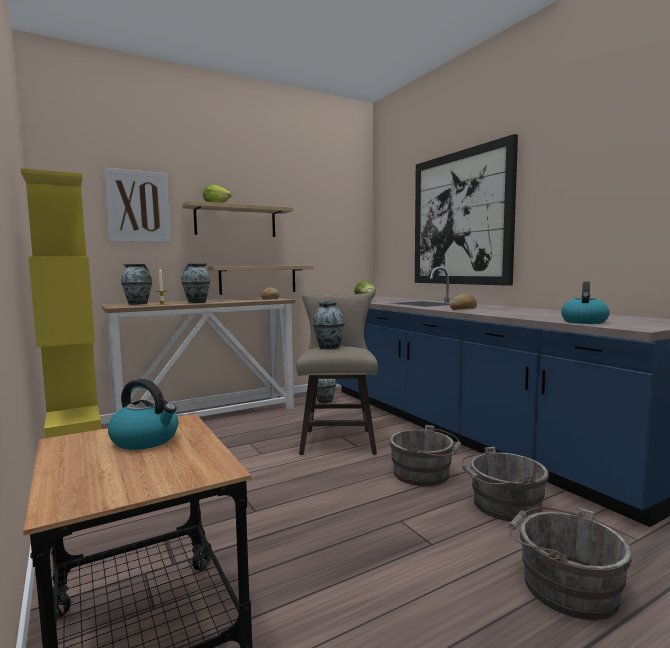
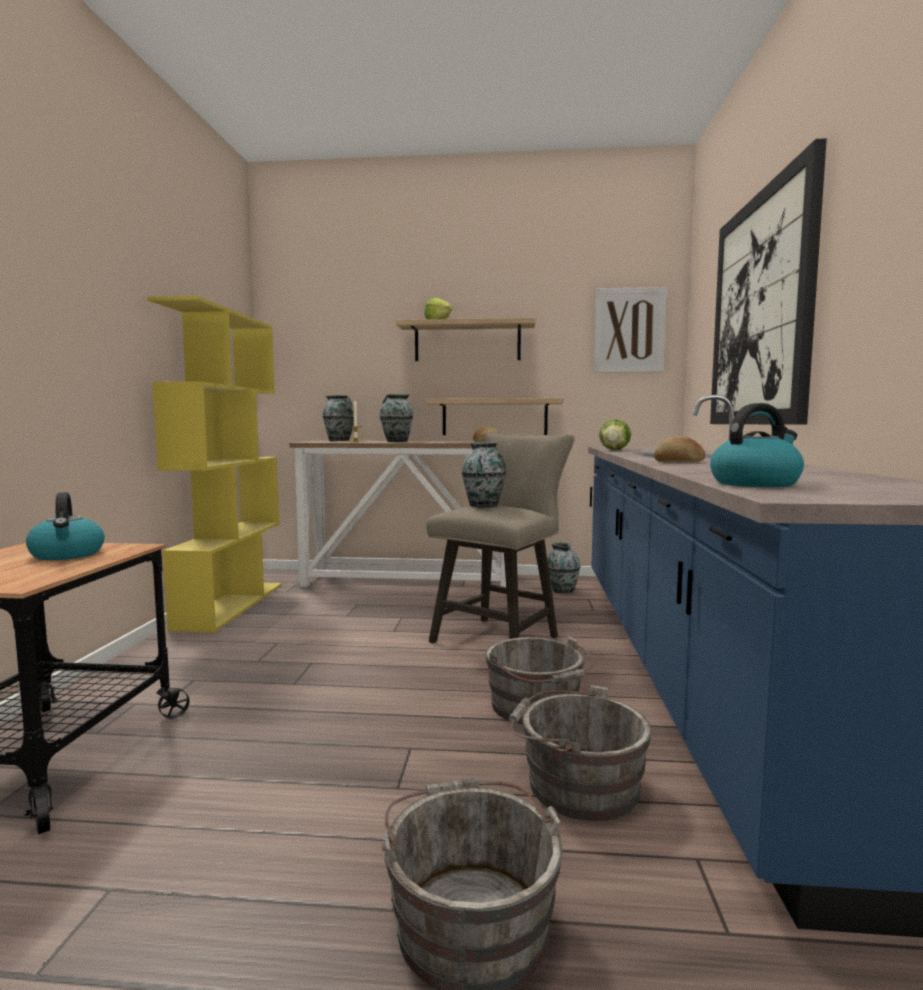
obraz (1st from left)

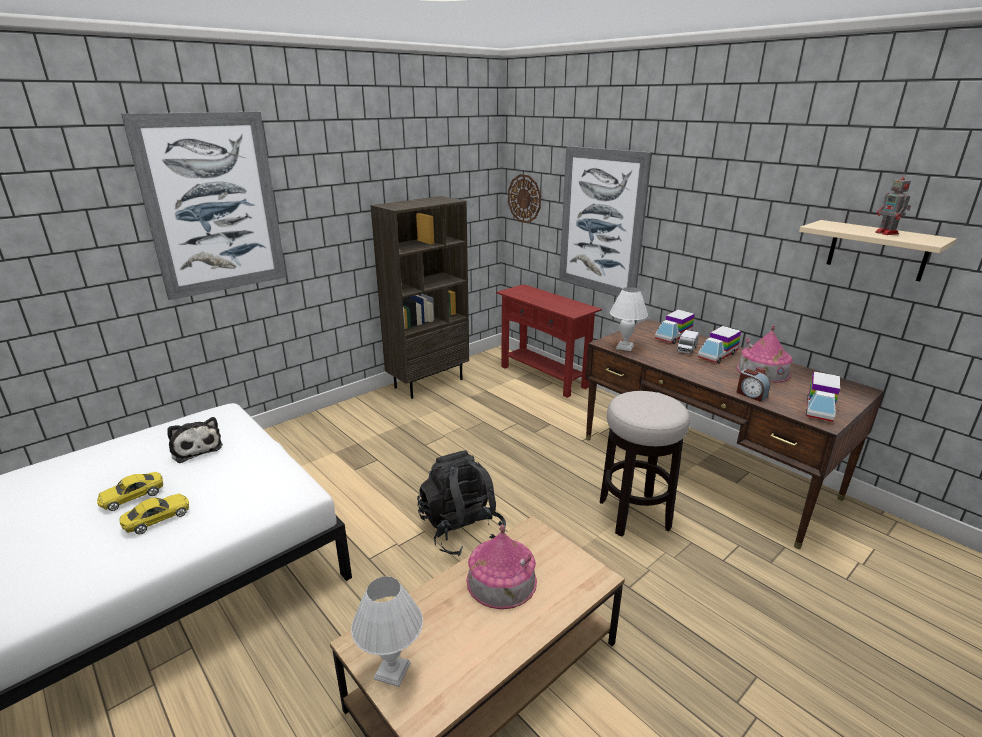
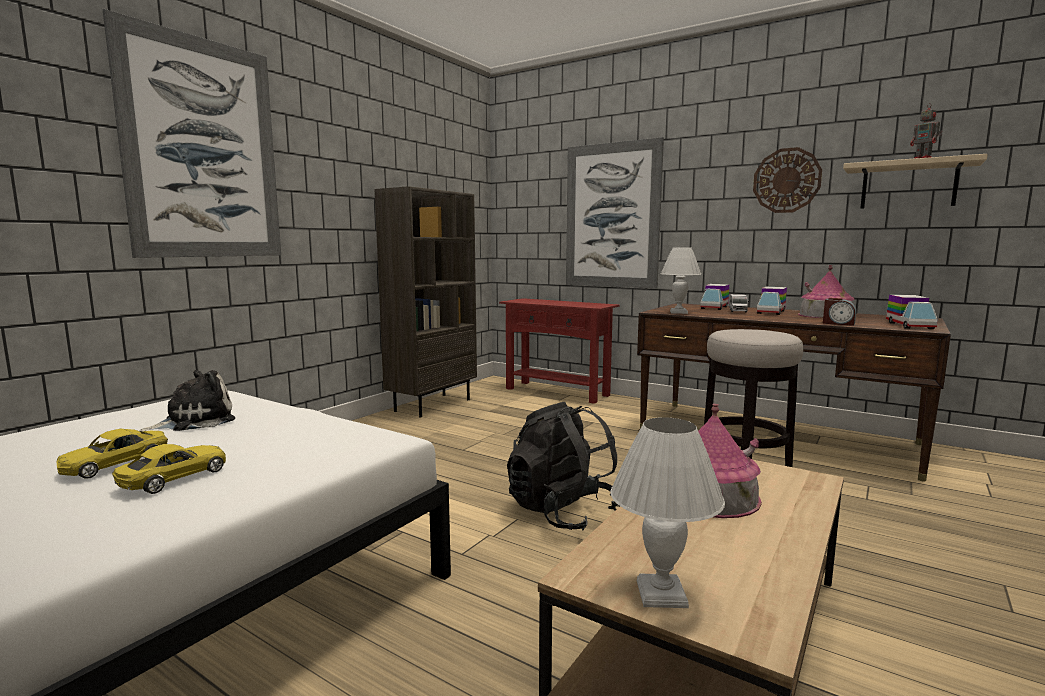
zegar ścienny; pluszak

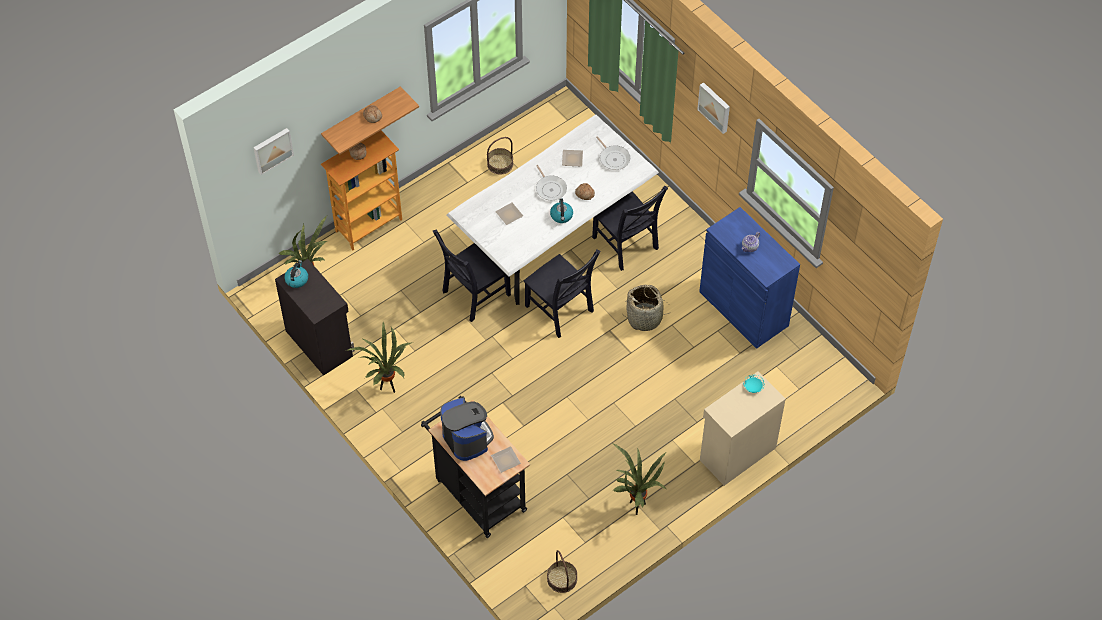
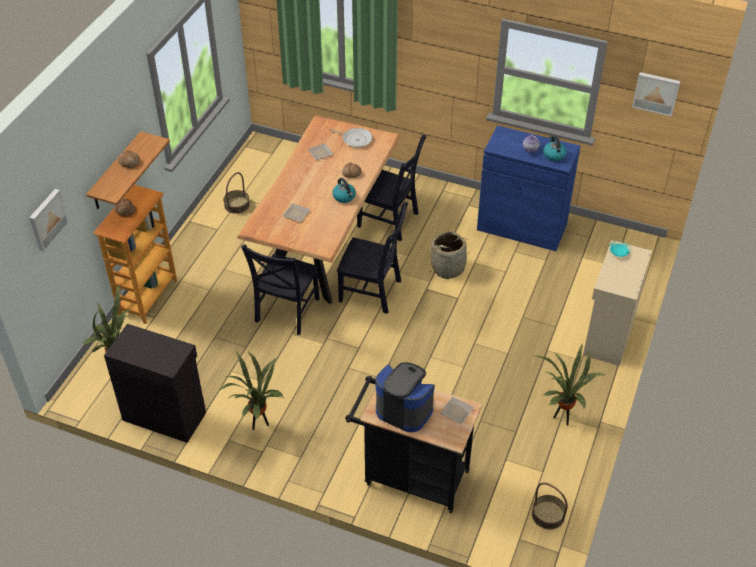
obraz (2nd from left); stół jadalny (brązowy); patelnia (1st from left in the first image); czajnik (2nd from left)

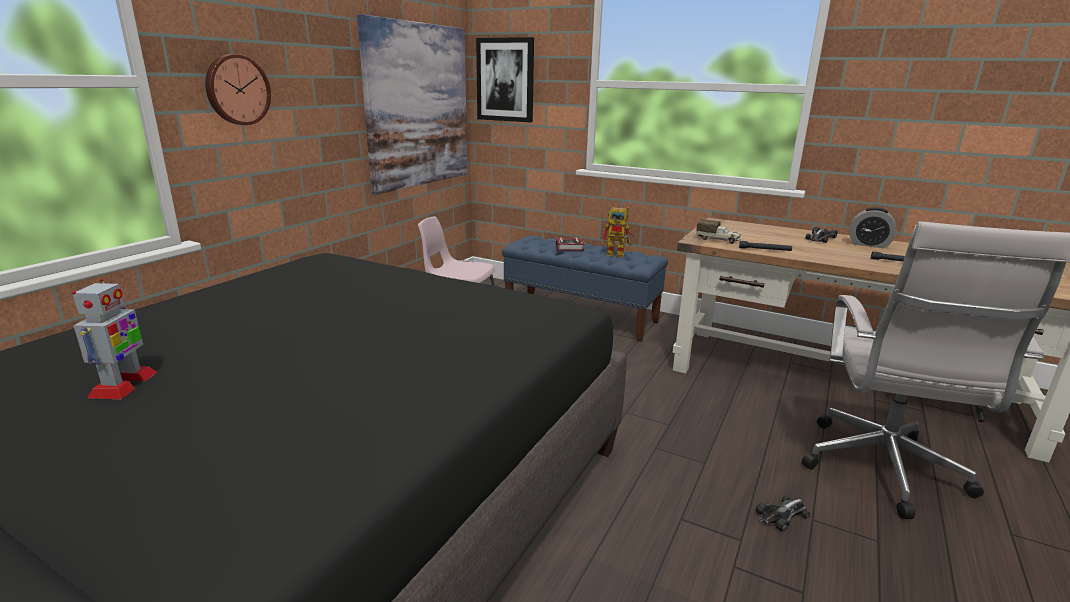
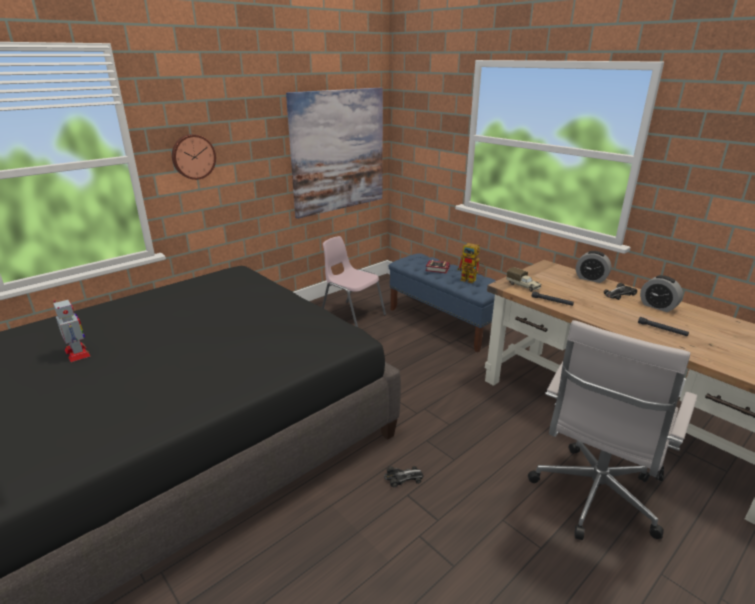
obraz (2nd from left in the first image); robot zabawkowy (1st from left); samochodzik (1st from left); budzik (1st from left)

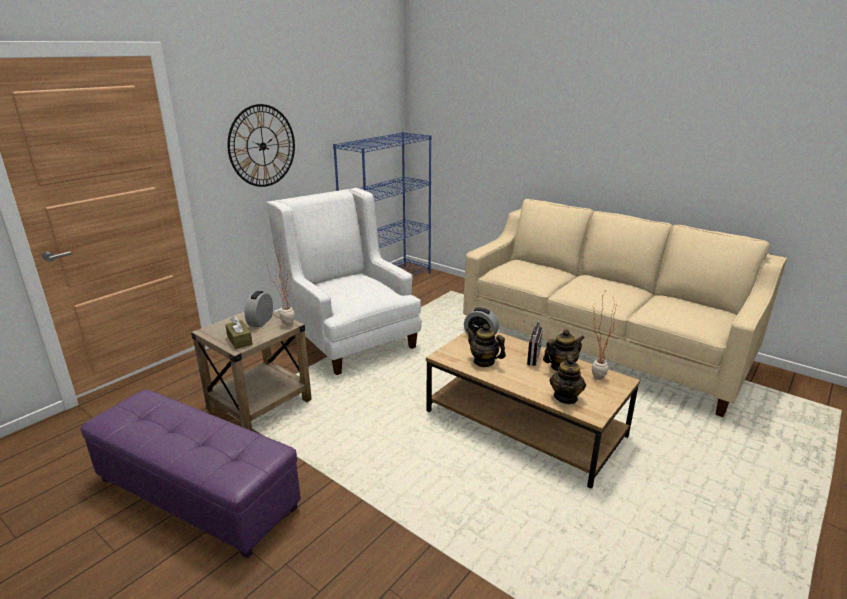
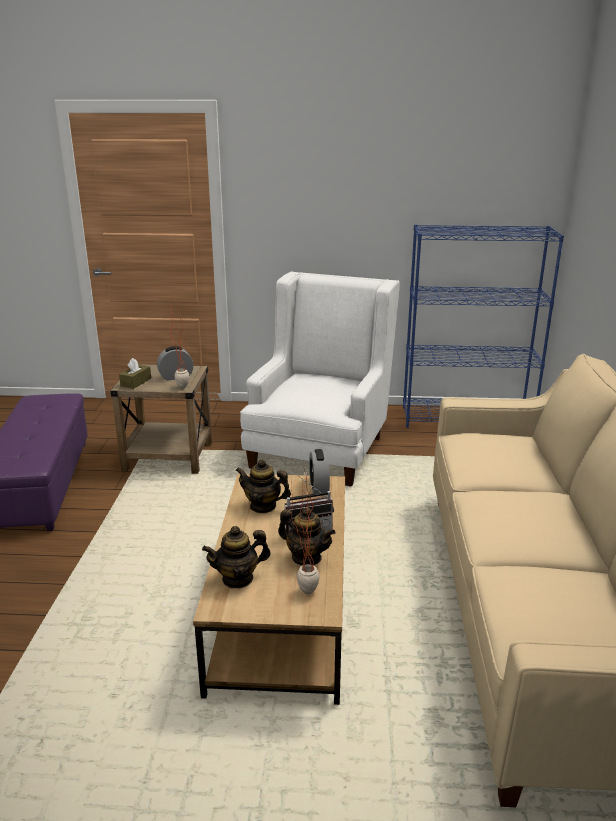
zegar ścienny; imbryk (2nd from left)

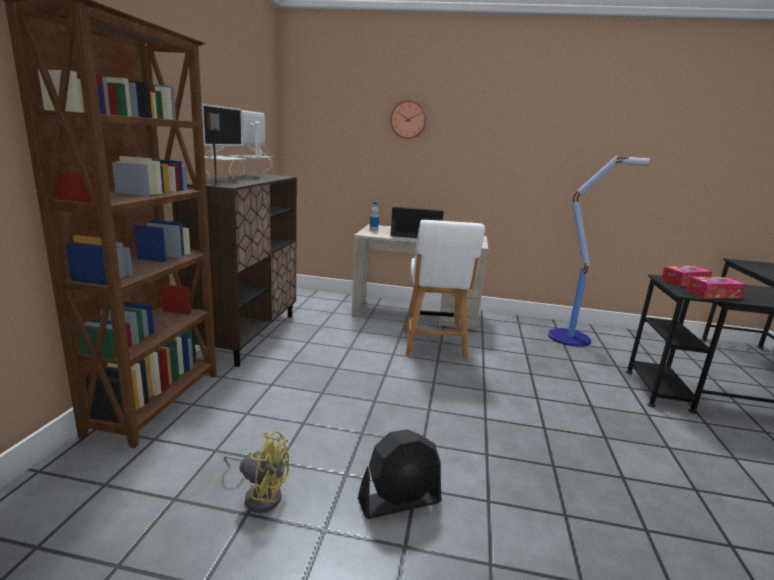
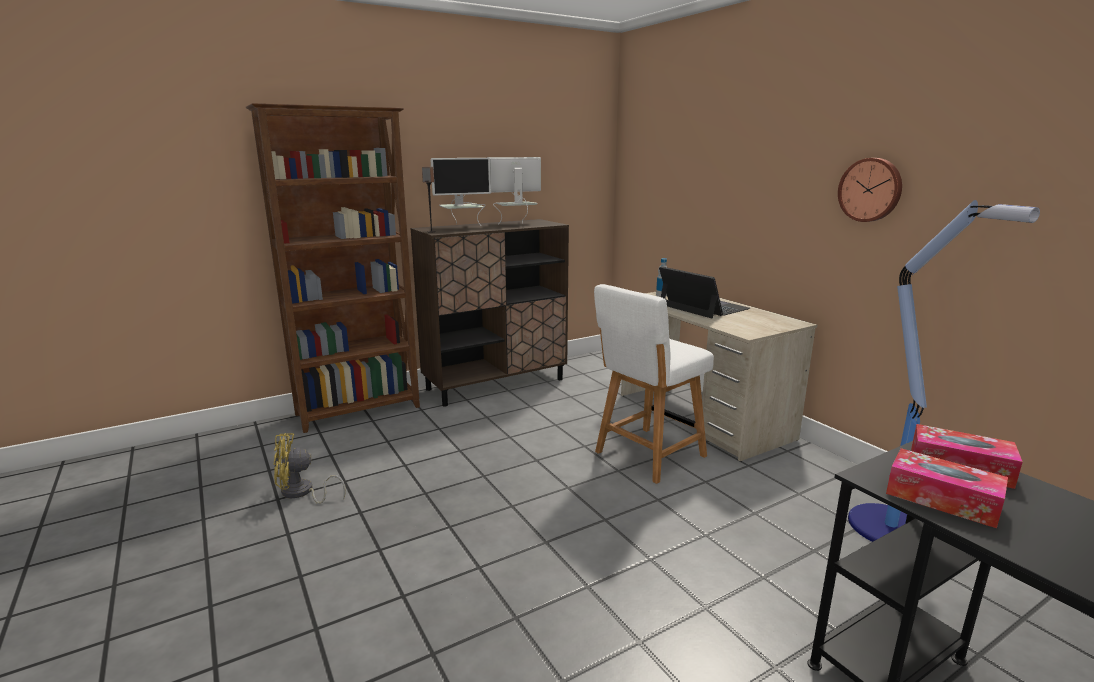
zegar ścienny; wentylator (czarny); wentylator (żółty)

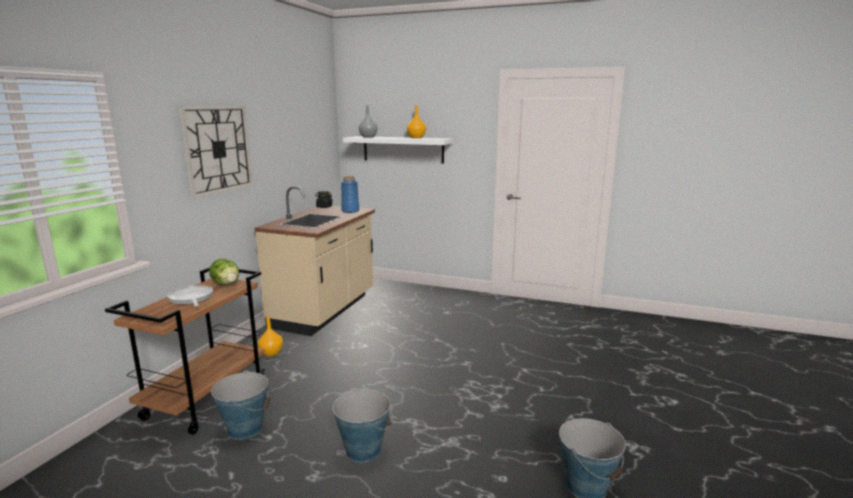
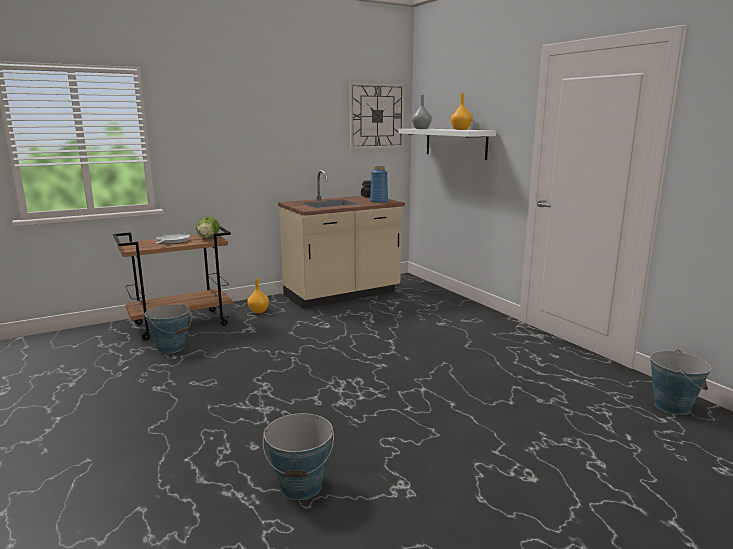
zegar ścienny; wiadro (3rd from left)

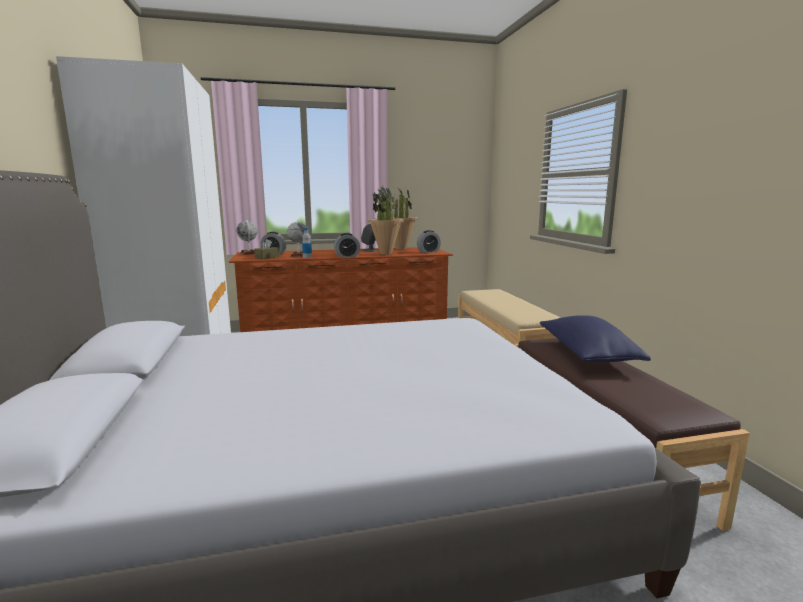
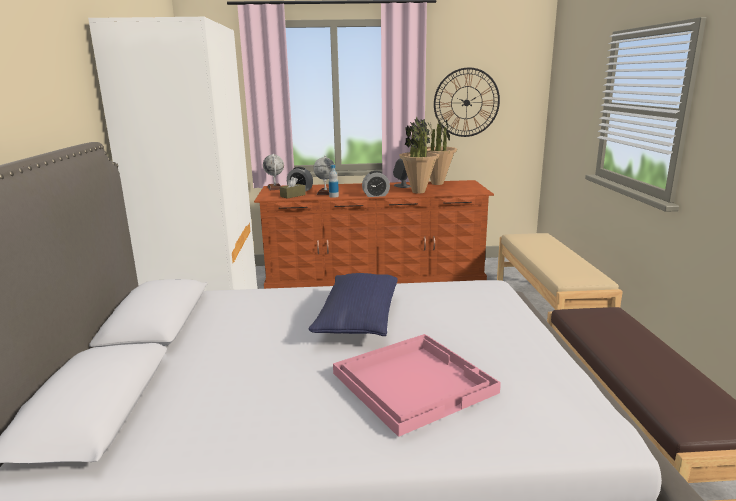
budzik (3rd from left in the first image); poduszka (niebieski); zegar ścienny; taca (różowy)

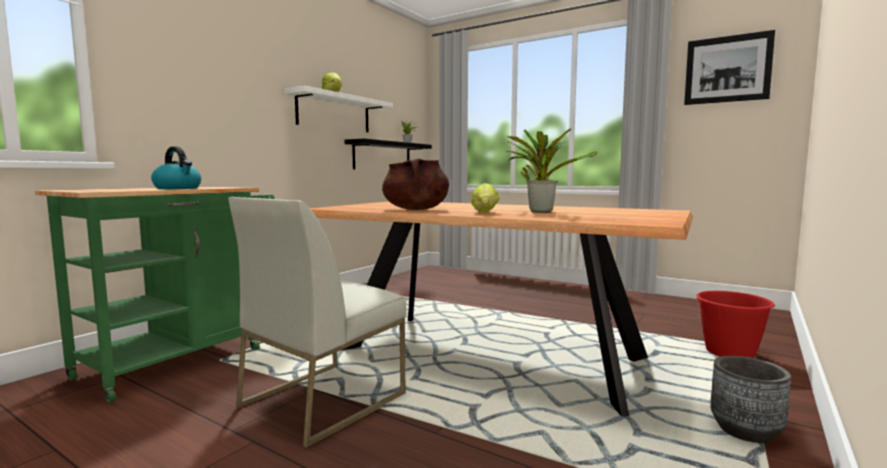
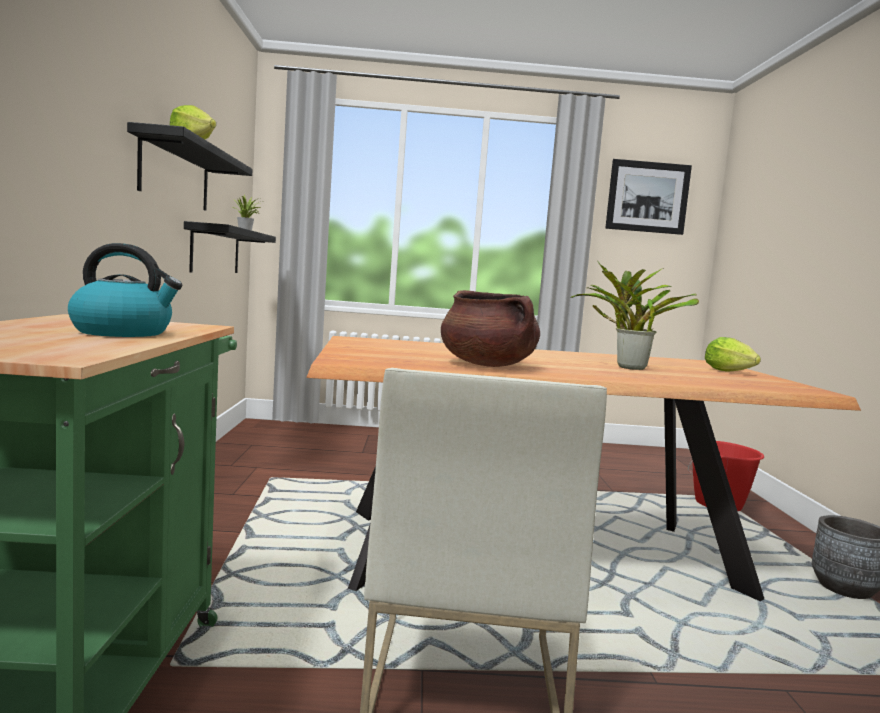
półka (czarny) (1st from left); sałata (2nd from left)

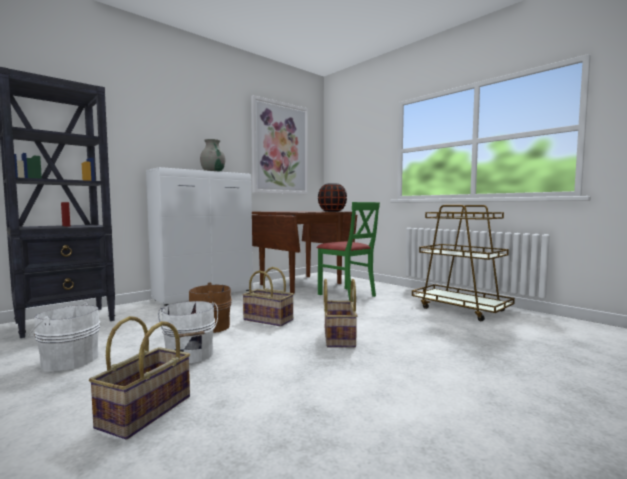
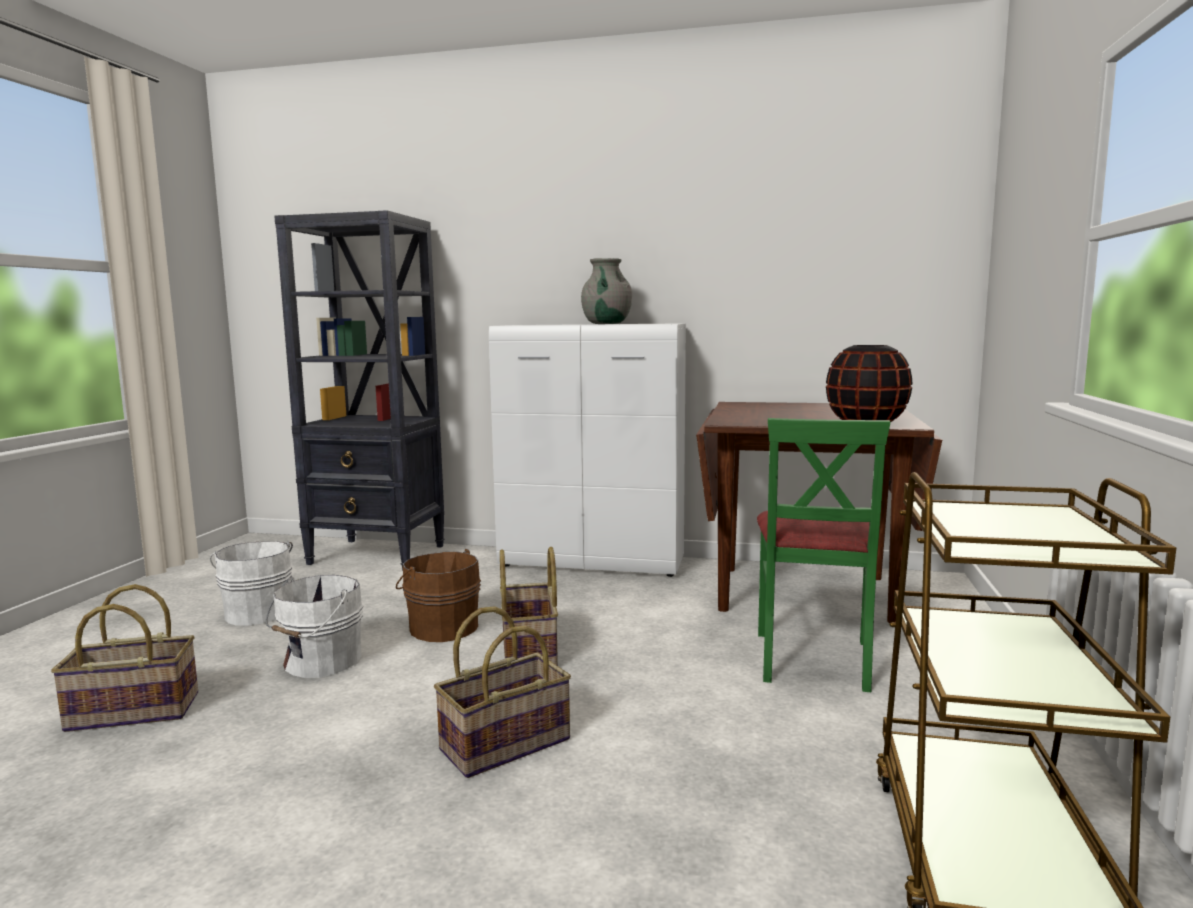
obraz

